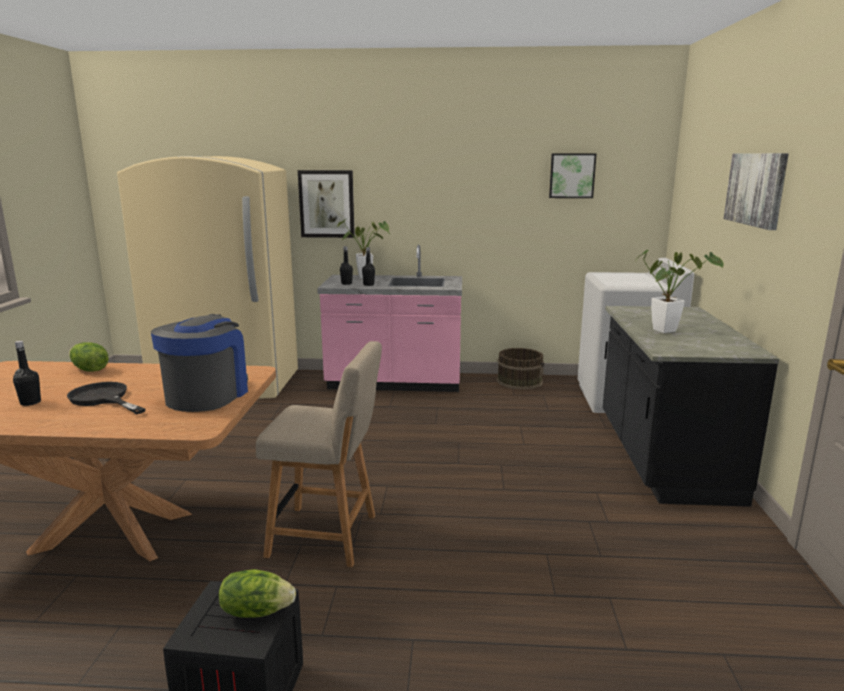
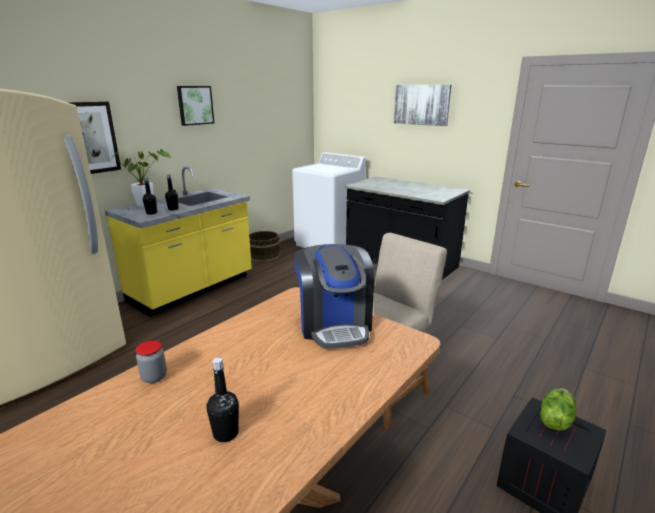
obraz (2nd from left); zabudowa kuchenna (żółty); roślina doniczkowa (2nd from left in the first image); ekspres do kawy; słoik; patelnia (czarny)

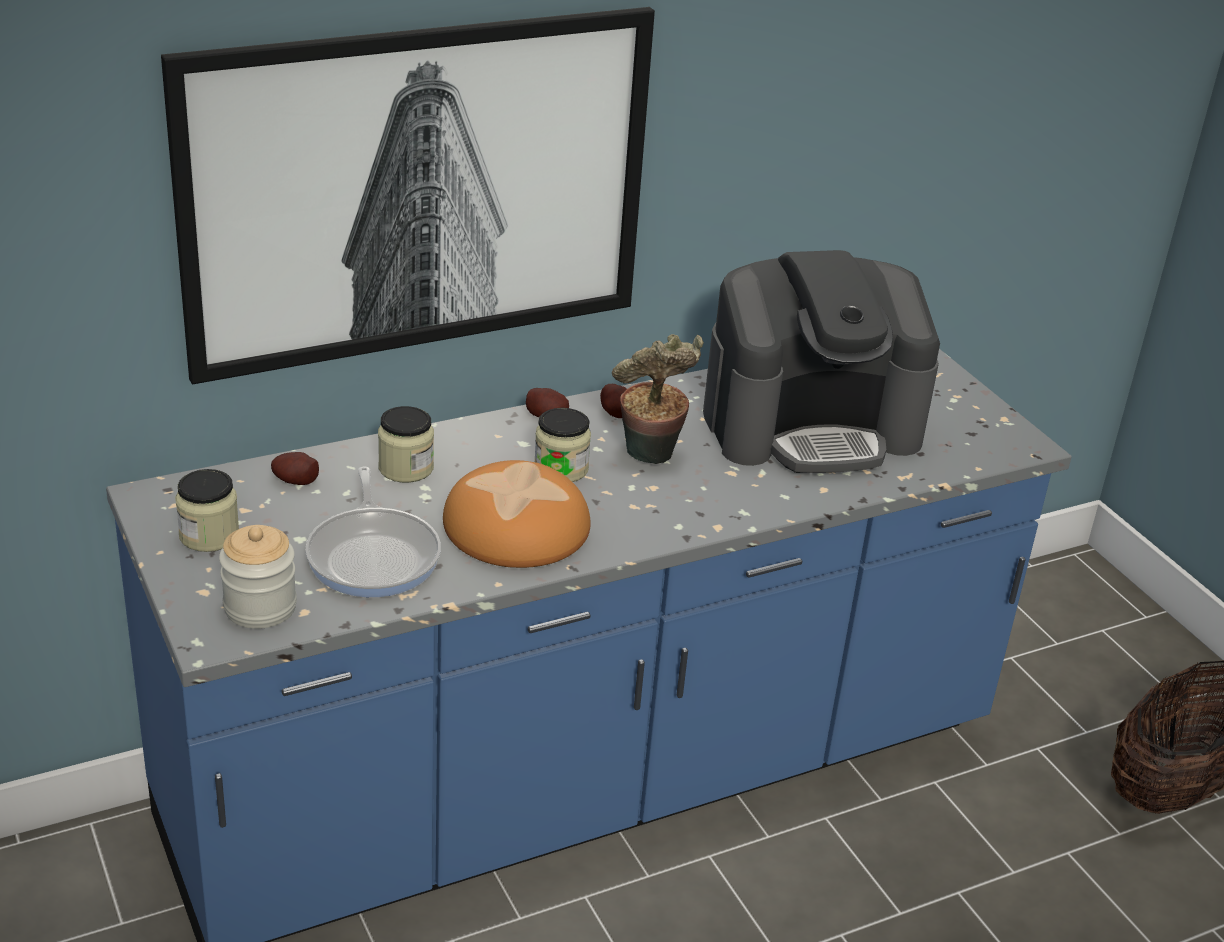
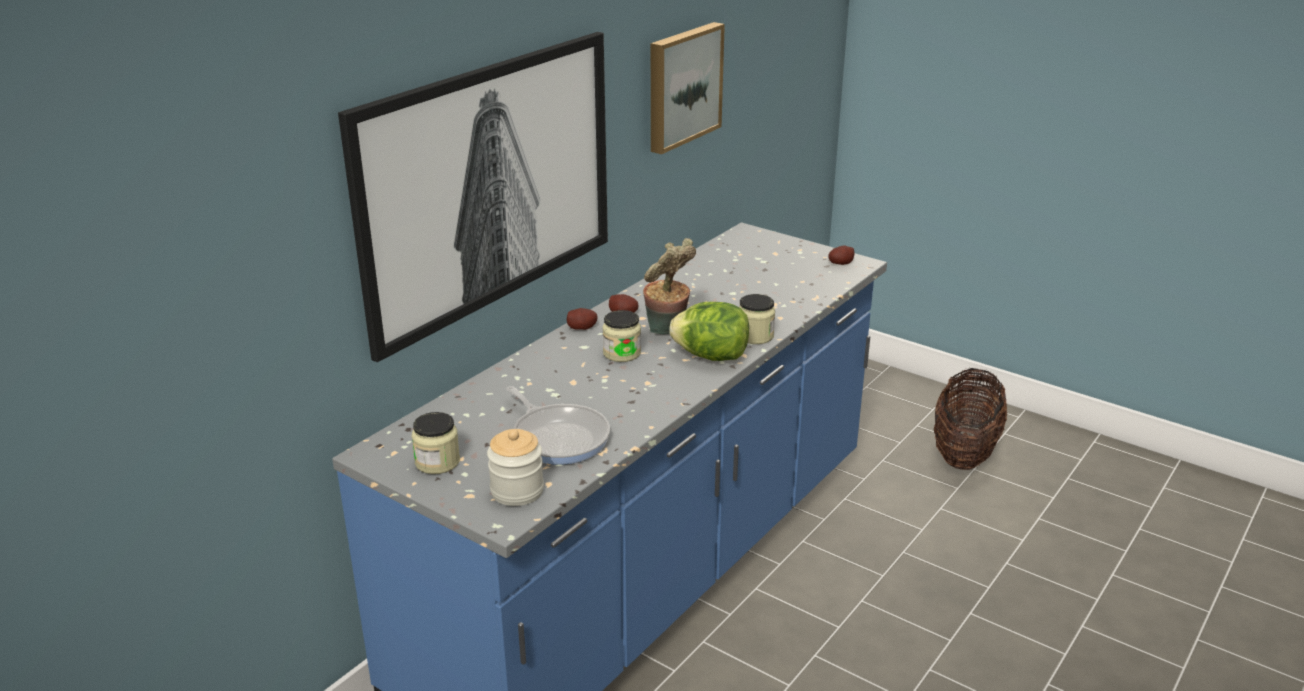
ekspres do kawy; słoik (4th from left); ziemniak (3rd from left); chleb; obraz (2nd from left); sałata

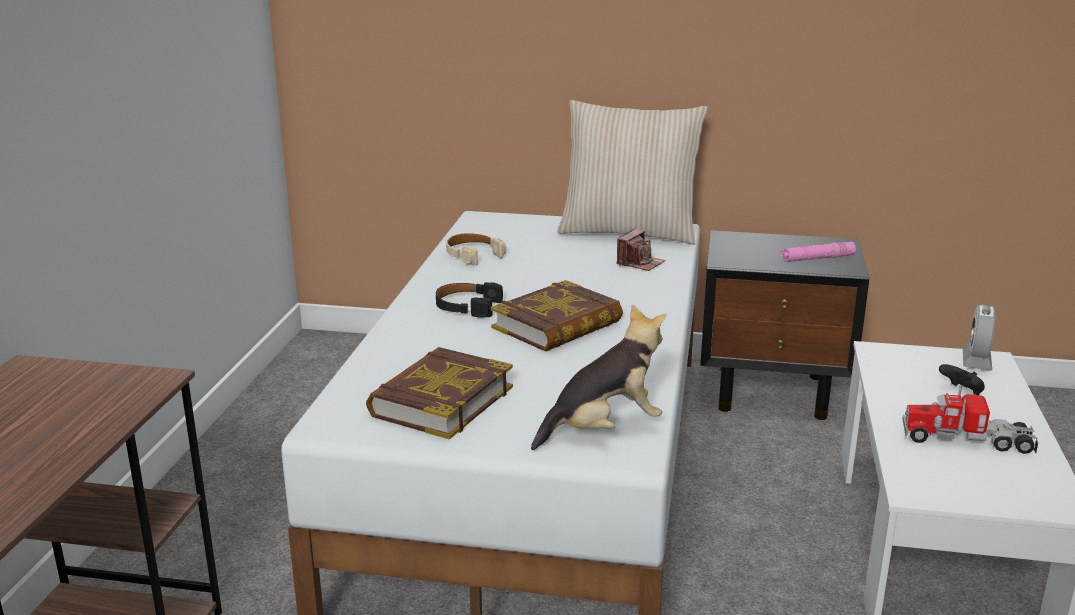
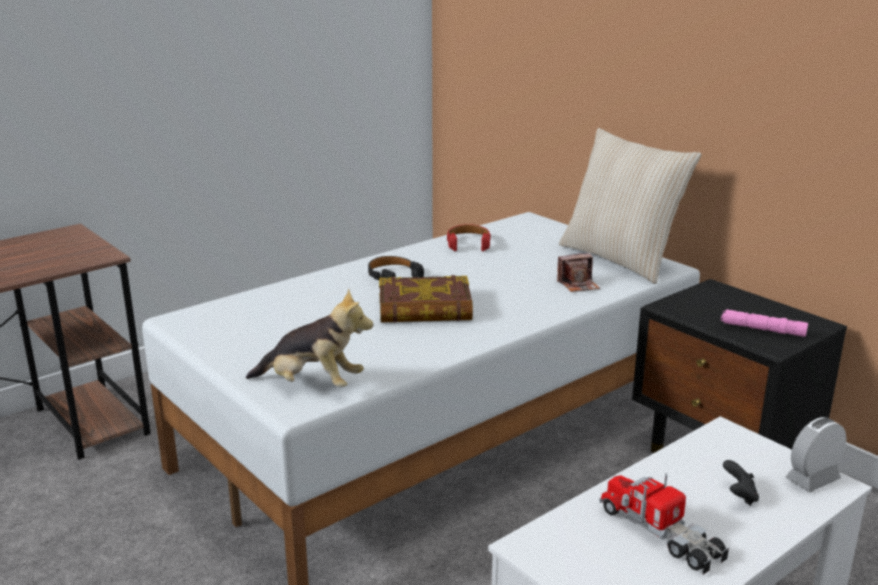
słuchawki (czerwony); książka (1st from left in the first image)

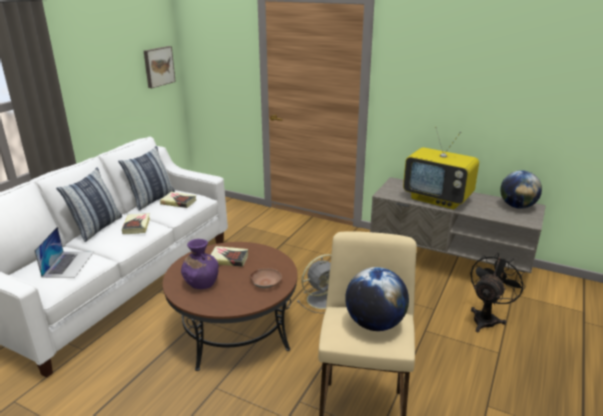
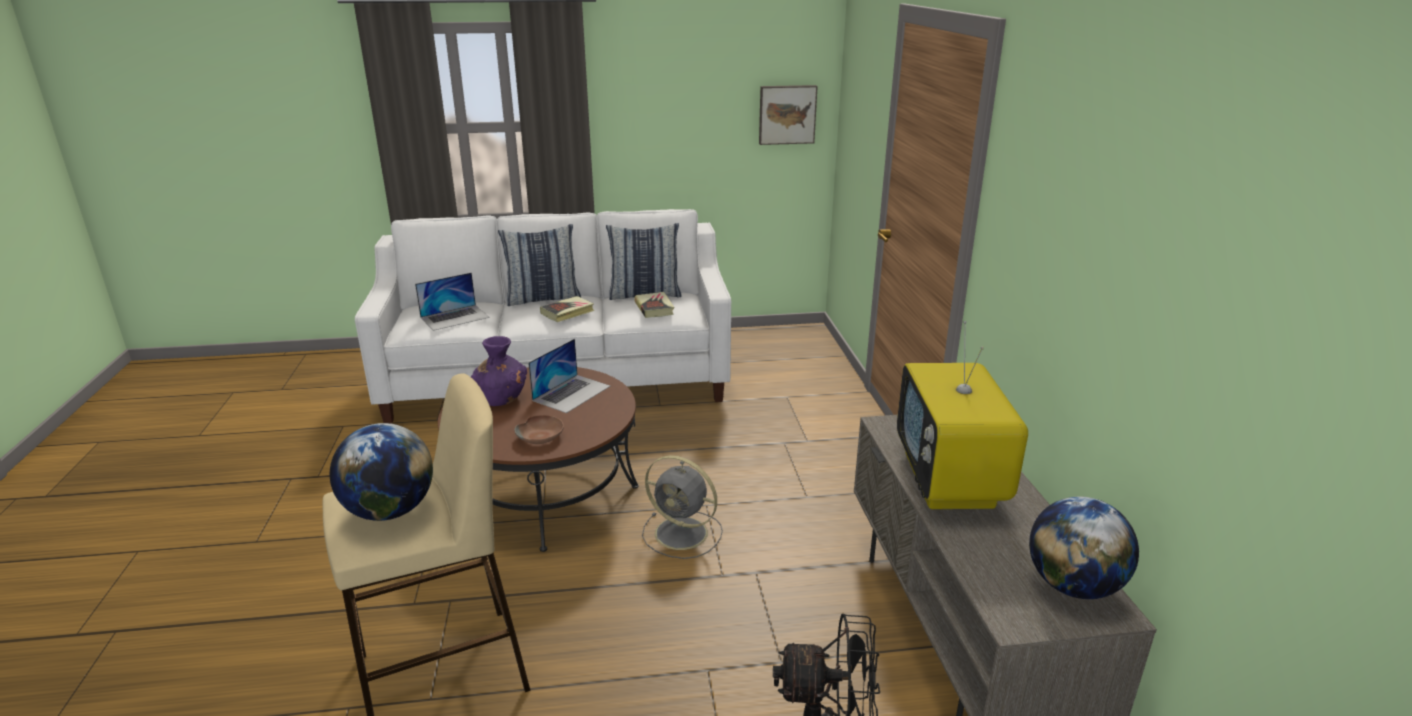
laptop (2nd from left)

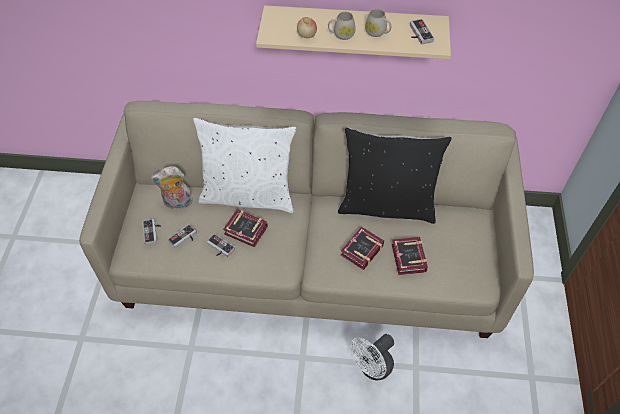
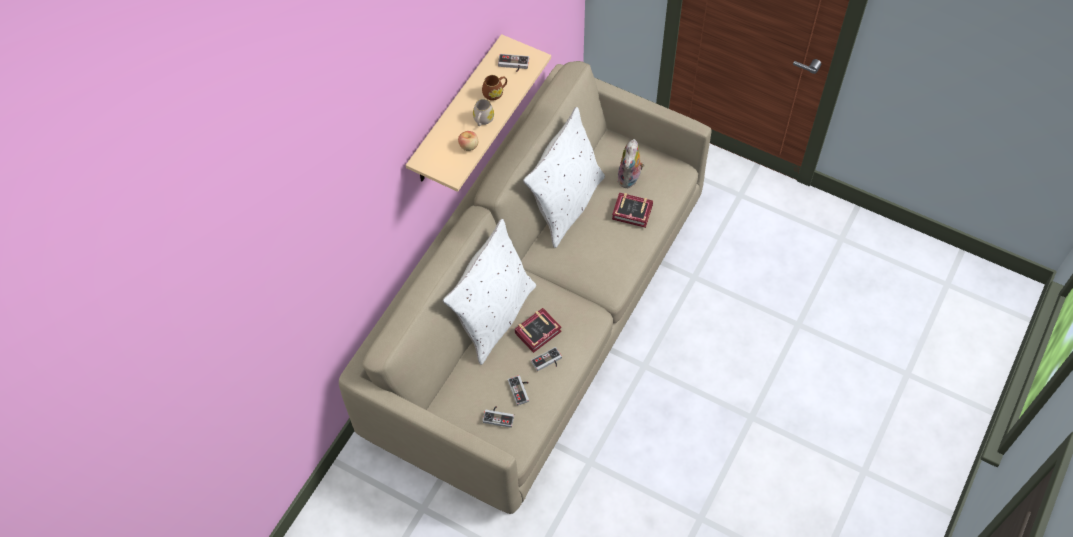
kubek (brązowy); poduszka (biały) (2nd from left); pluszak; książka (2nd from left in the first image); wentylator (biały)

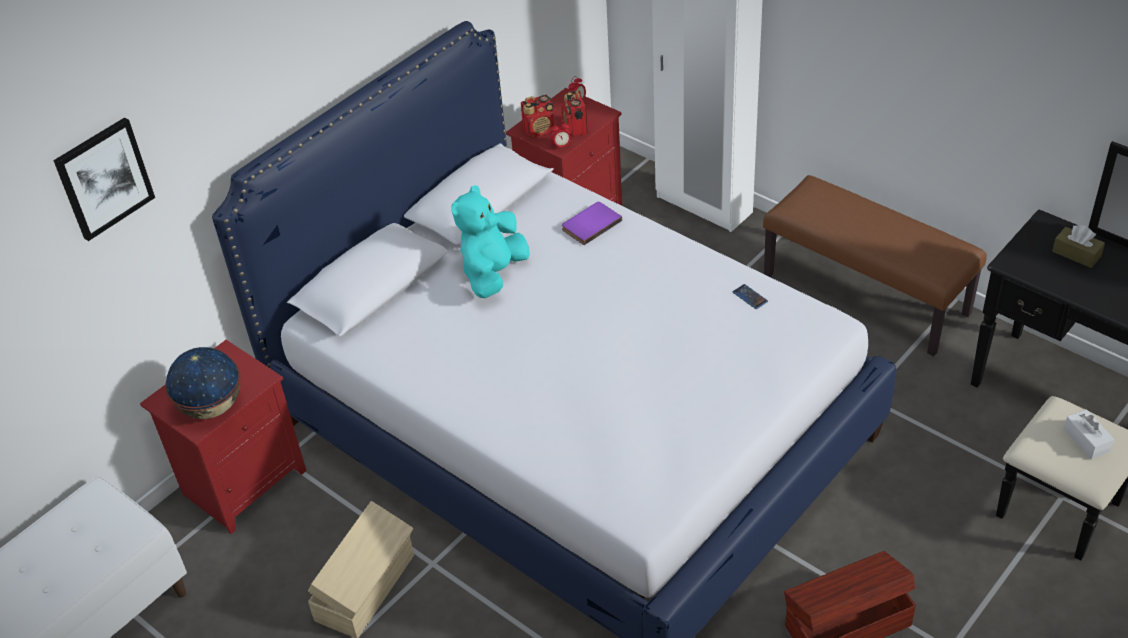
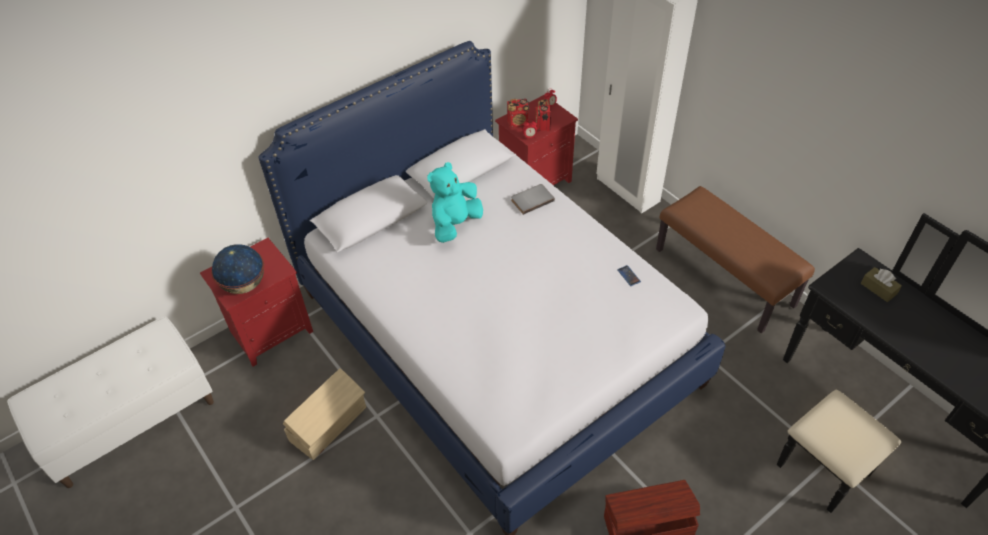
obraz; książka (szary); pudełko chusteczek (biały)

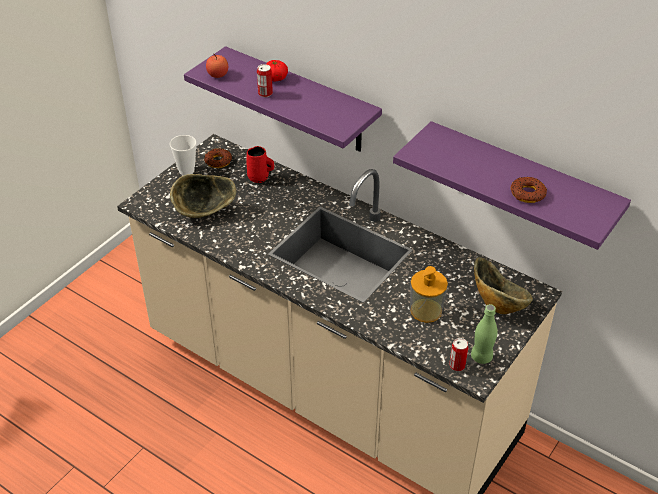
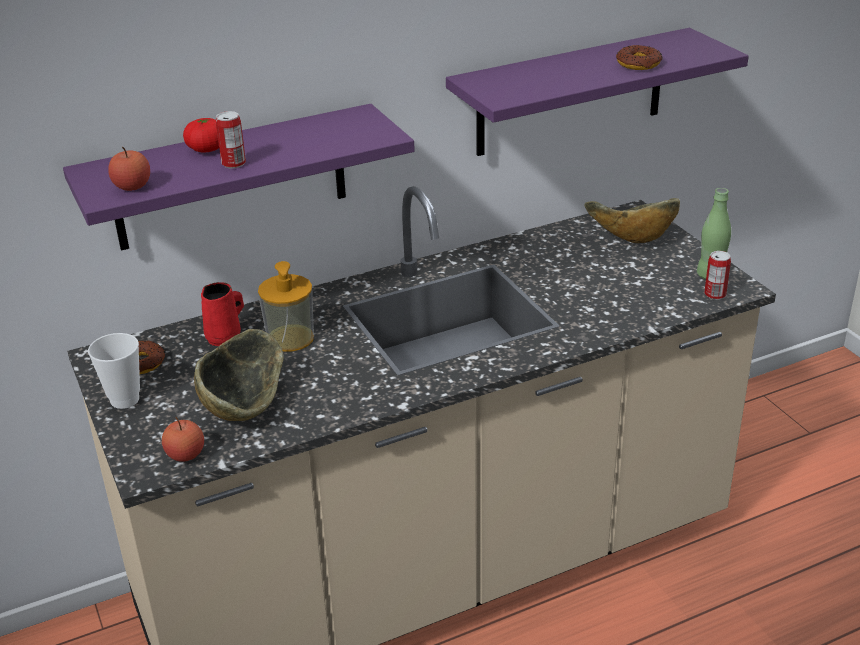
dozownik mydła; jabłko (2nd from left)

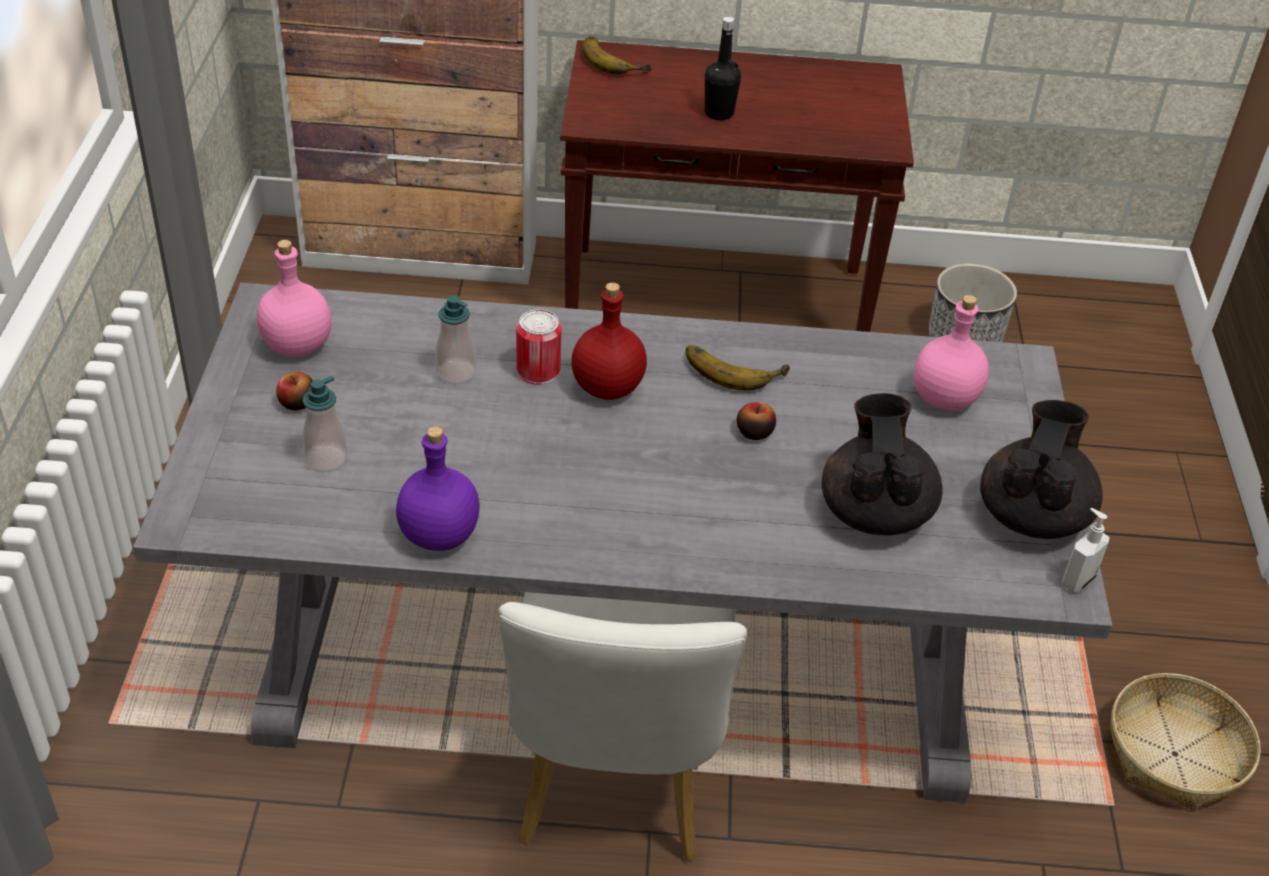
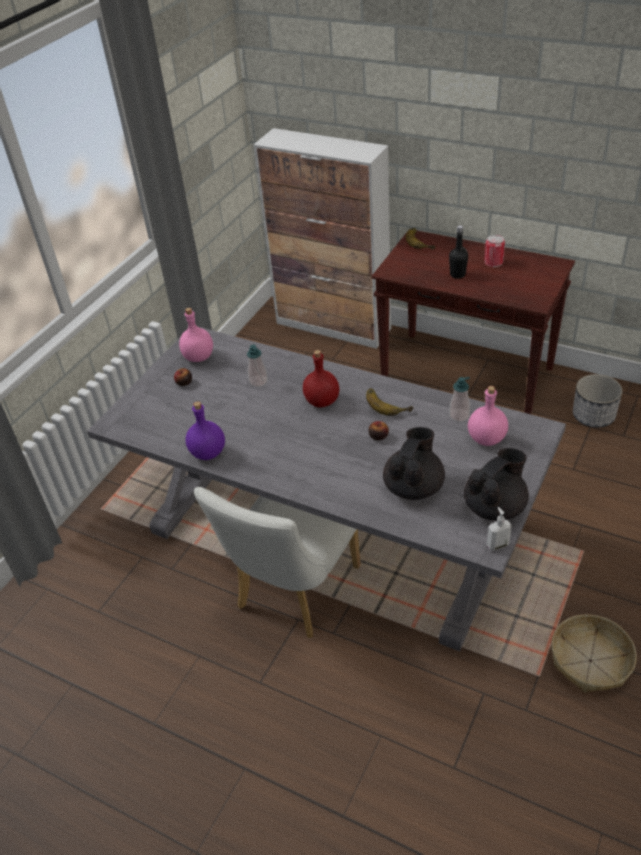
puszka; dozownik mydła (2nd from left)

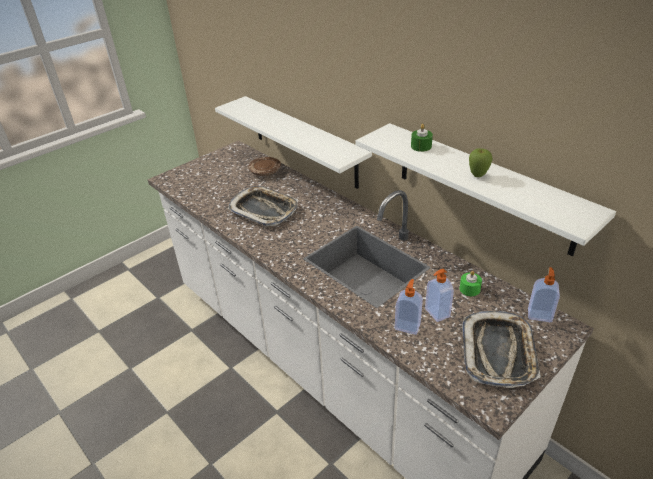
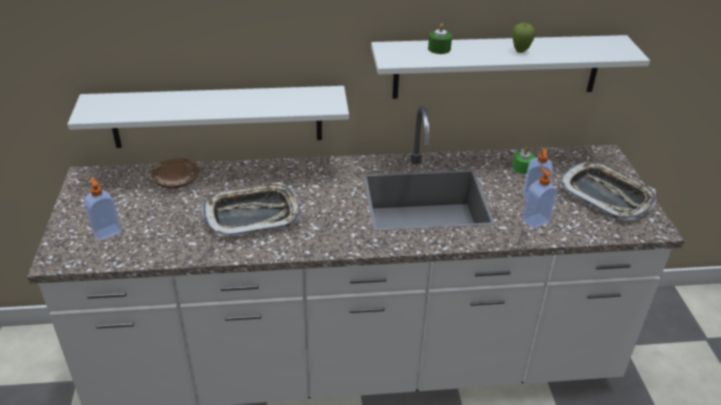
dozownik mydła (1st from left)

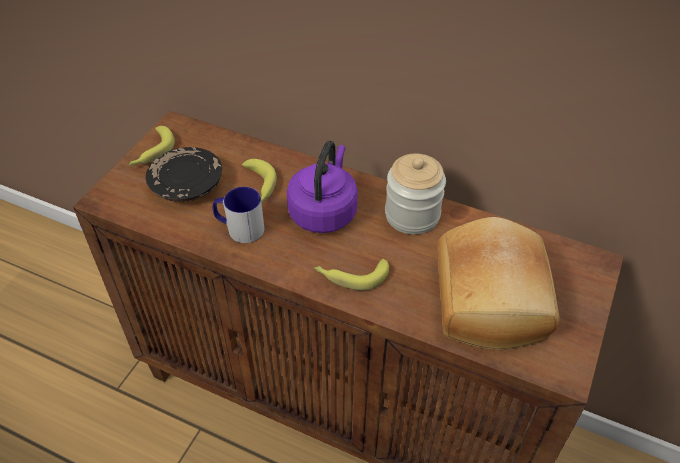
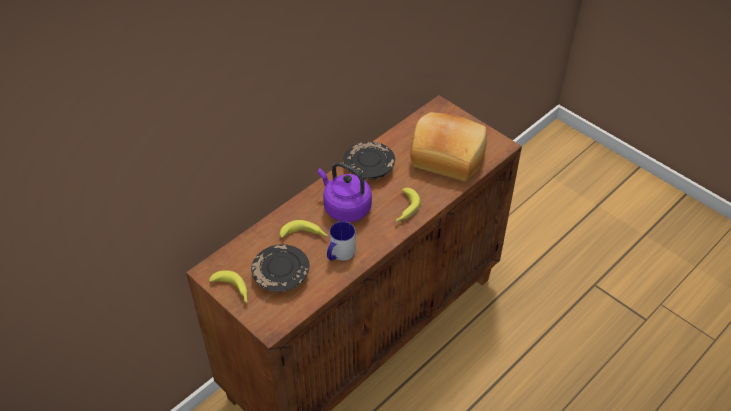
talerz (czarny) (2nd from left)

